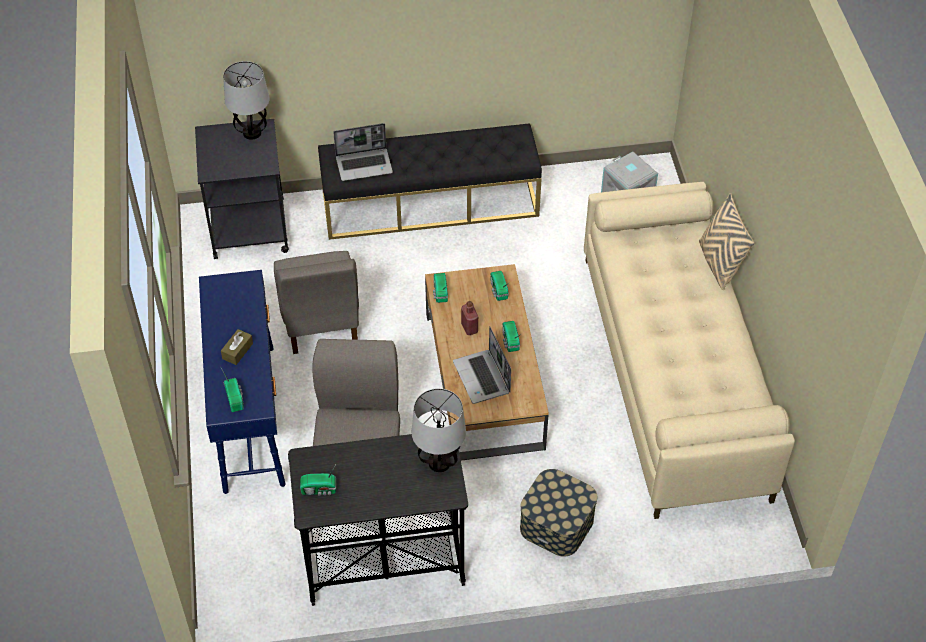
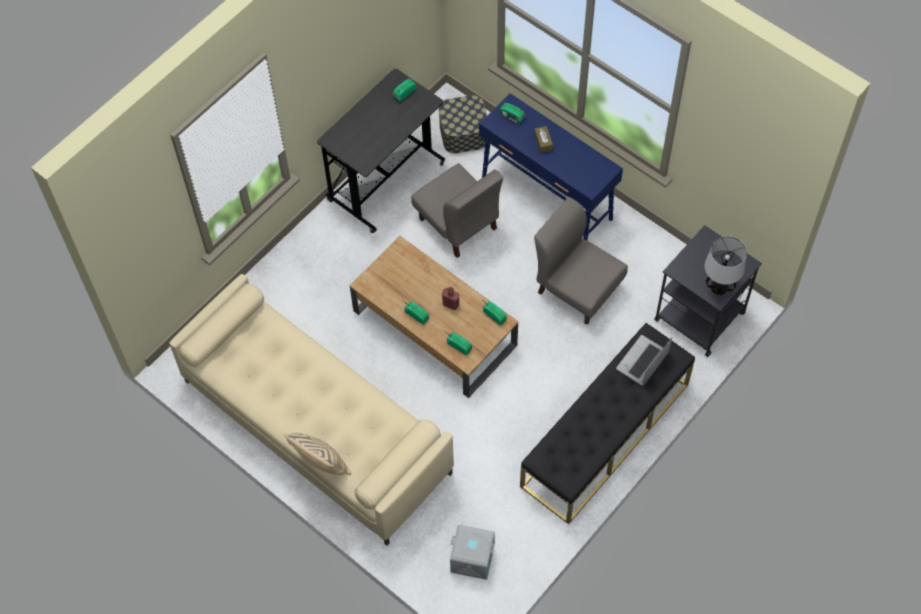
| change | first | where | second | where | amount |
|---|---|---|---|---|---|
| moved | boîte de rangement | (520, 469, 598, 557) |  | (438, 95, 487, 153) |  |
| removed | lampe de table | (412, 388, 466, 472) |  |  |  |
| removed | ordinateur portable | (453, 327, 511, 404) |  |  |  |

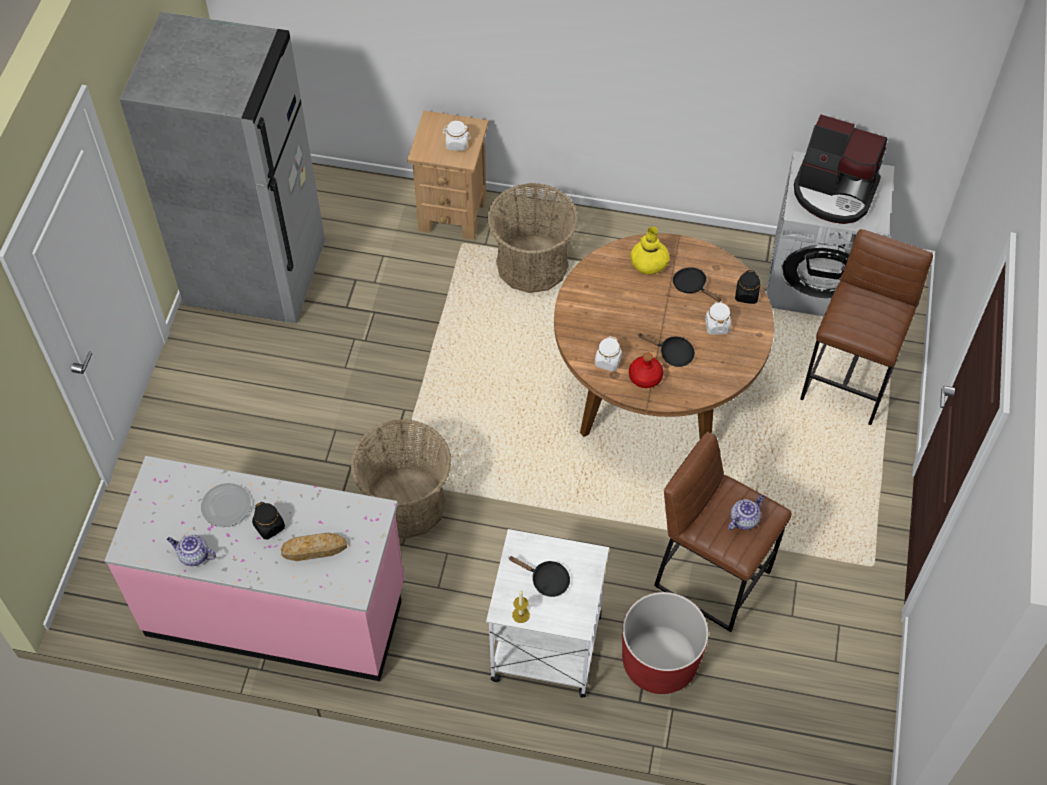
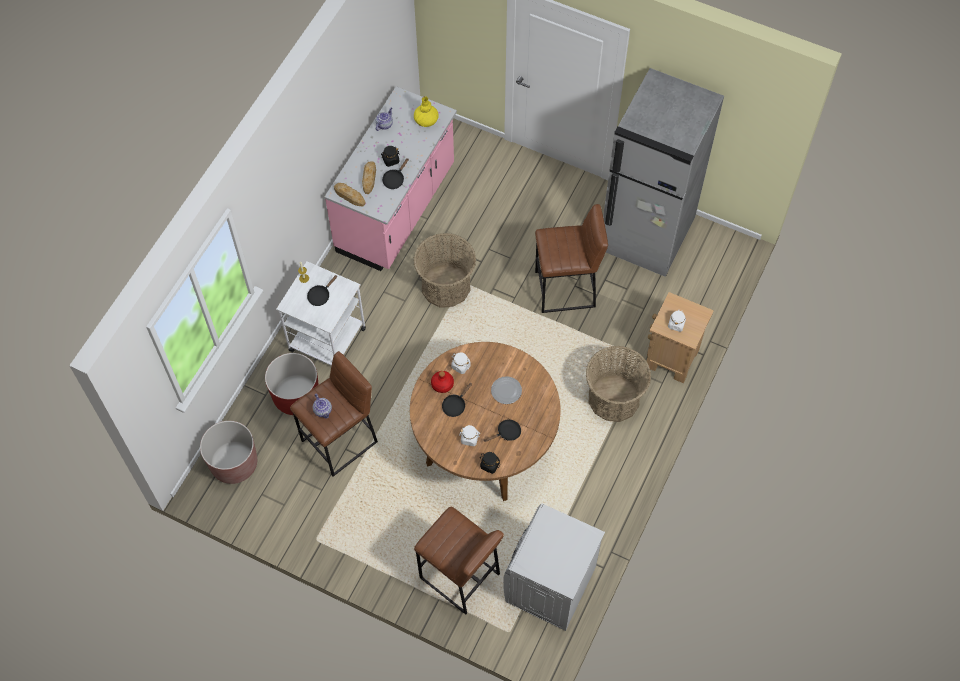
| change | first | where | second | where | amount |
|---|---|---|---|---|---|
| added |  |  | cache-pot (marron) | (200, 421, 257, 484) |  |
| added |  |  | pain | (334, 183, 366, 206) |  |
| added |  |  | poêle (noir) | (382, 158, 409, 189) |  |
| moved | vase (jaune) | (630, 226, 670, 275) |  | (414, 96, 439, 127) |  |
| moved | assiette | (201, 483, 251, 527) |  | (491, 376, 522, 404) |  |
| added |  |  | tabouret (marron) | (535, 204, 608, 313) |  |
| removed | machine à café | (794, 115, 887, 224) |  |  |  |

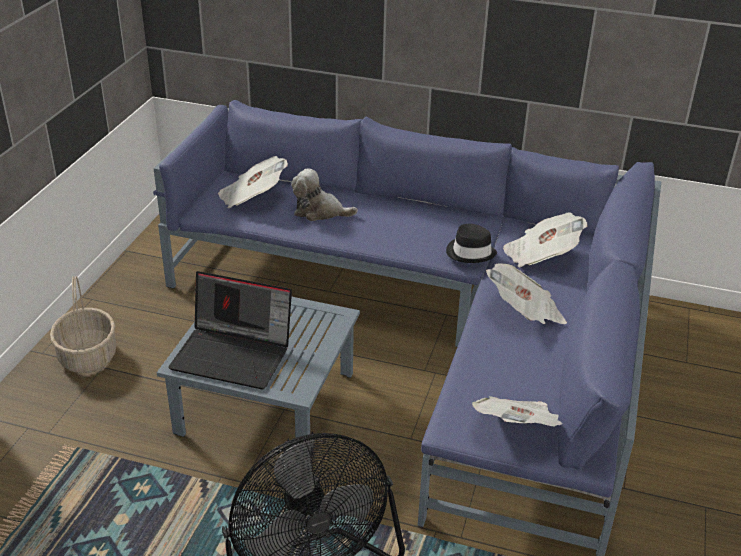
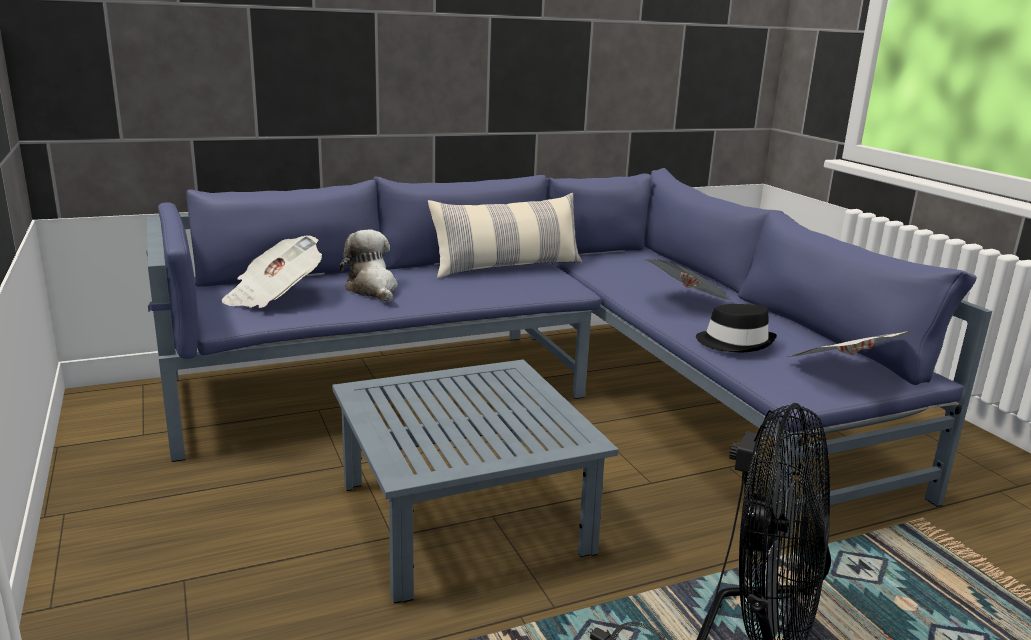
| change | first | where | second | where | amount |
|---|---|---|---|---|---|
| turned | peluche | (291, 168, 358, 221) |  | (339, 230, 397, 302) | 90 degrees clockwise |
| added |  |  | coussin | (428, 193, 582, 278) |  |
| moved | chapeau (noir) | (446, 224, 497, 263) |  | (696, 304, 777, 352) |  |
| removed | panier | (50, 276, 116, 373) |  |  |  |
| removed | ordinateur portable | (168, 271, 292, 390) |  |  |  |
| removed | journal | (503, 212, 588, 268) |  |  |  |

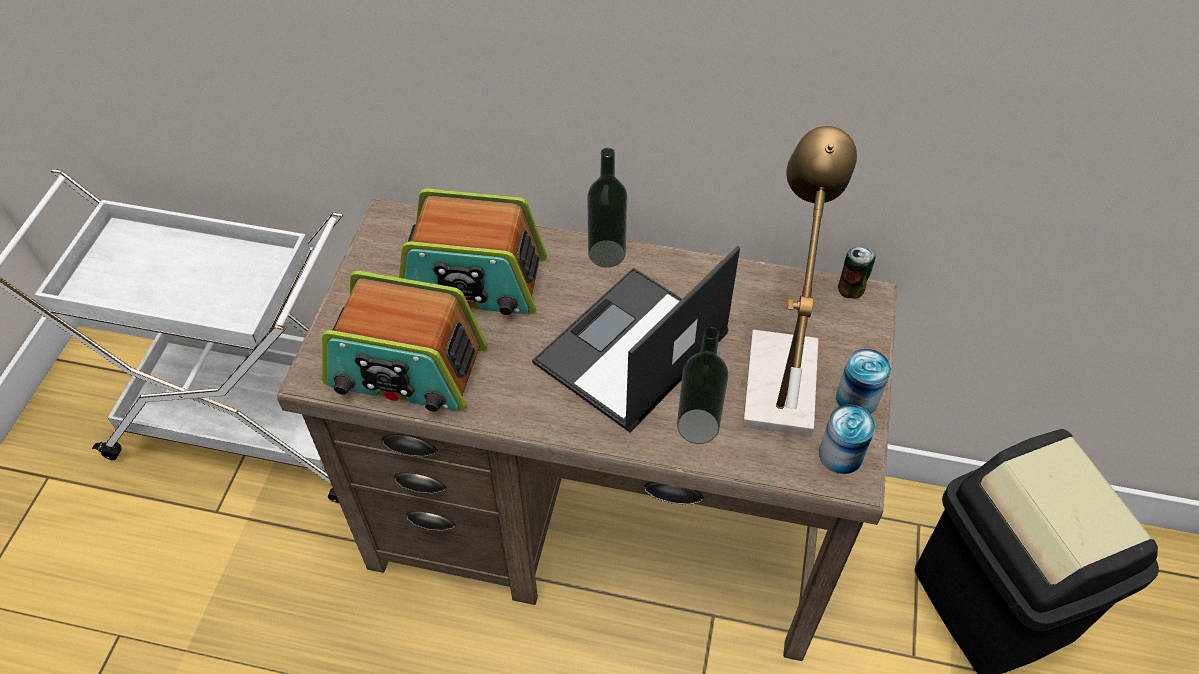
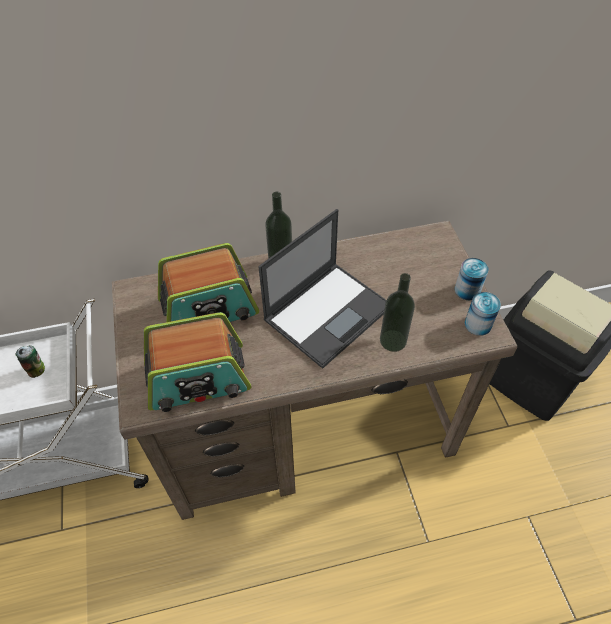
| change | first | where | second | where | amount |
|---|---|---|---|---|---|
| moved | boîte métallique | (838, 247, 876, 298) |  | (16, 345, 45, 378) |  |
| turned | ordinateur portable | (532, 246, 740, 433) |  | (258, 209, 386, 369) | 150 degrees counterclockwise |
| removed | lampe de table | (743, 126, 857, 436) |  |  |  |

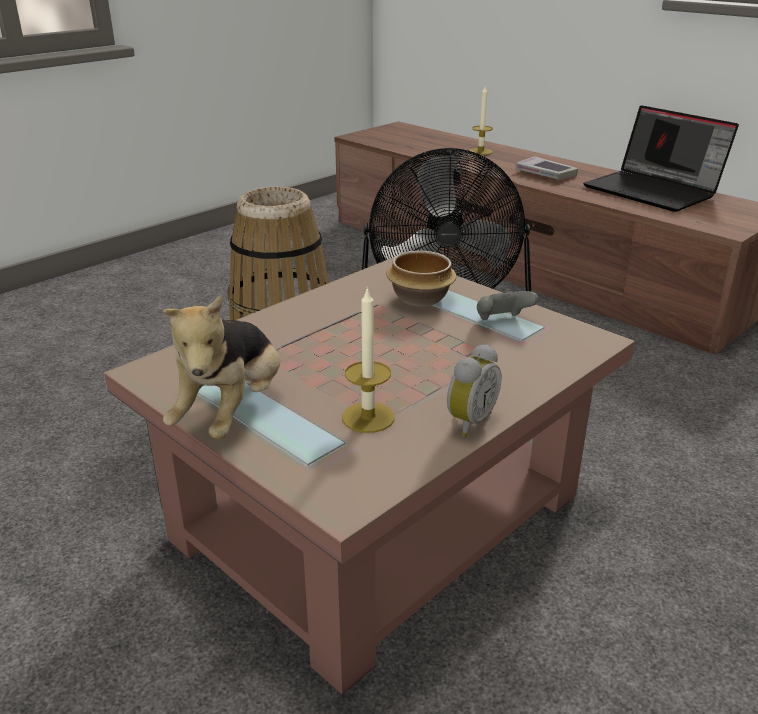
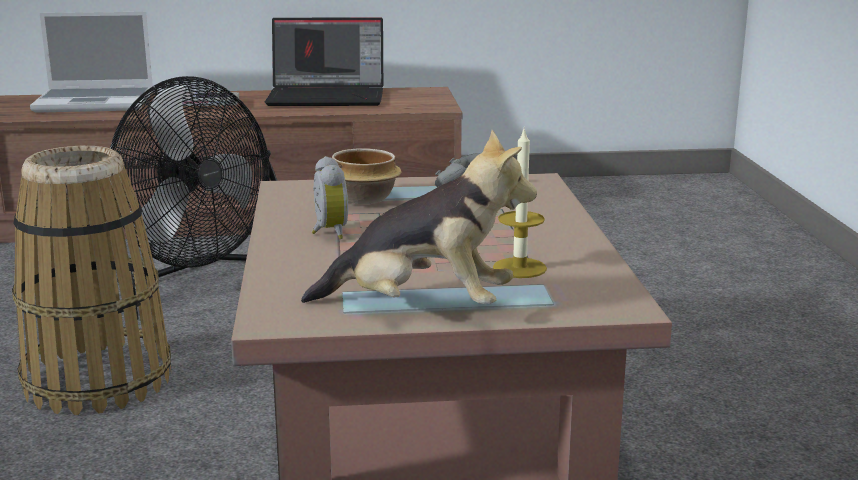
| change | first | where | second | where | amount |
|---|---|---|---|---|---|
| replaced | bougie | (469, 86, 493, 155) | ordinateur portable | (30, 12, 153, 113) |  |
| turned | peluche | (163, 295, 280, 439) |  | (301, 130, 537, 305) | 45 degrees counterclockwise |
| moved | réveil | (447, 344, 501, 437) |  | (311, 156, 348, 239) |  |

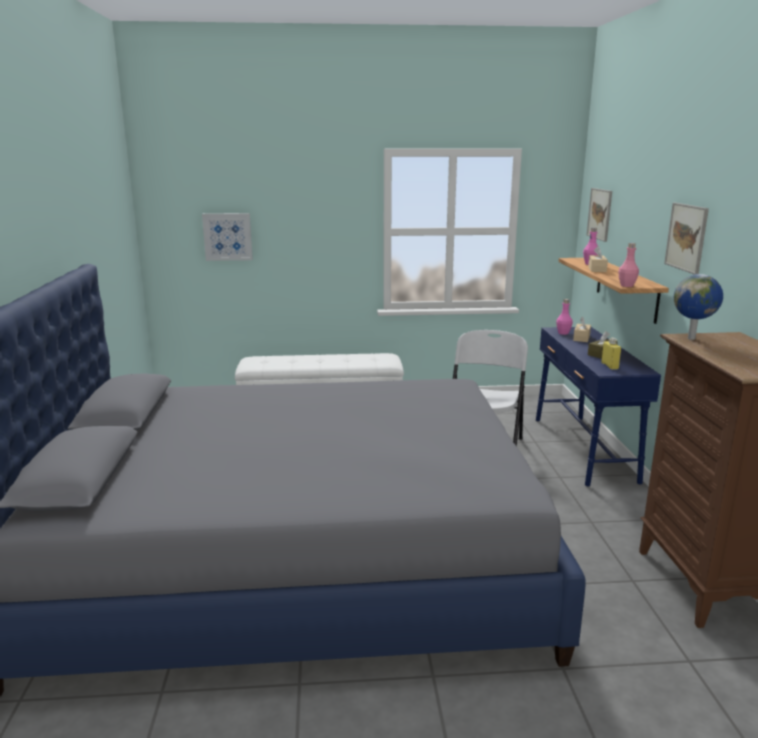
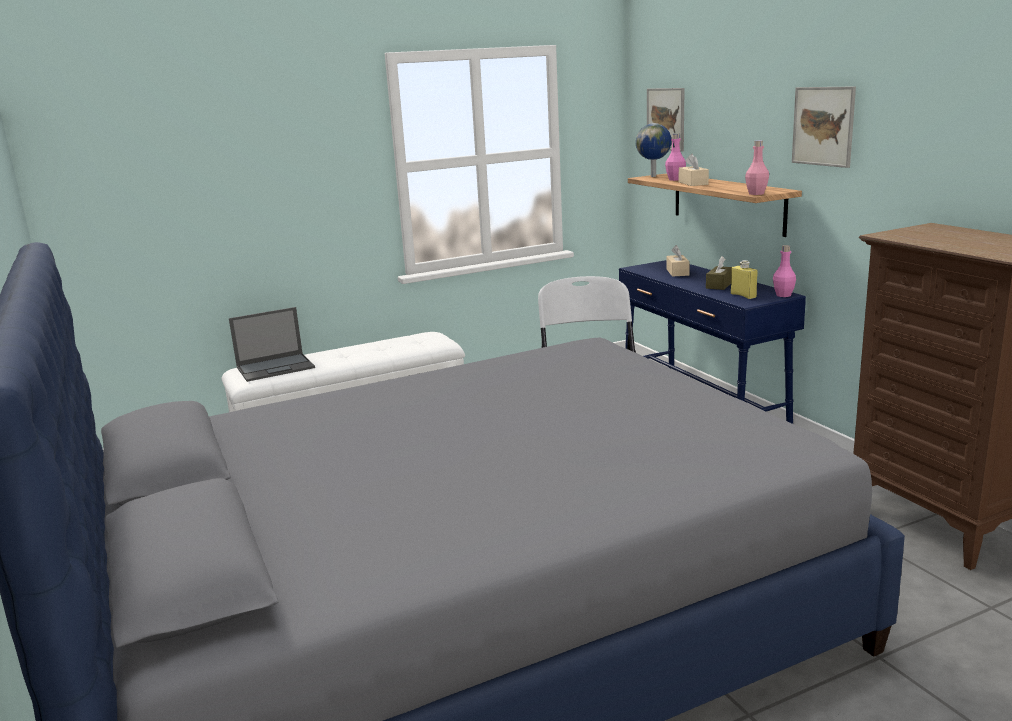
| change | first | where | second | where | amount |
|---|---|---|---|---|---|
| added |  |  | ordinateur portable | (229, 307, 315, 382) |  |
| moved | globe | (674, 274, 723, 340) |  | (636, 123, 672, 177) |  |
| moved | bouteille (rose) | (556, 299, 573, 335) |  | (773, 245, 796, 297) |  |
| removed | tableau | (202, 213, 253, 261) |  |  |  |

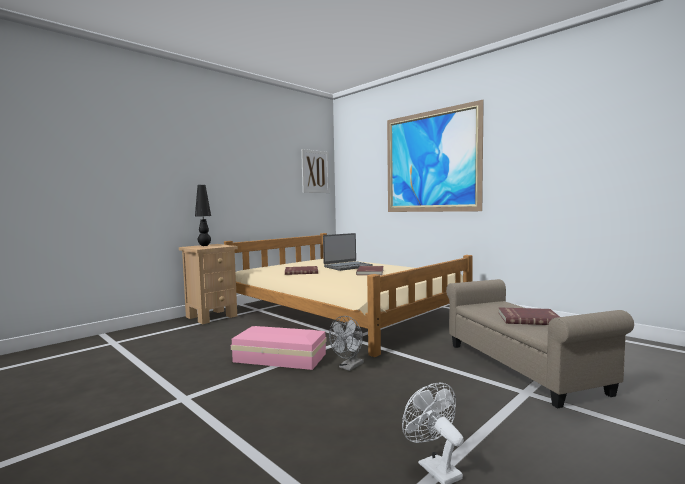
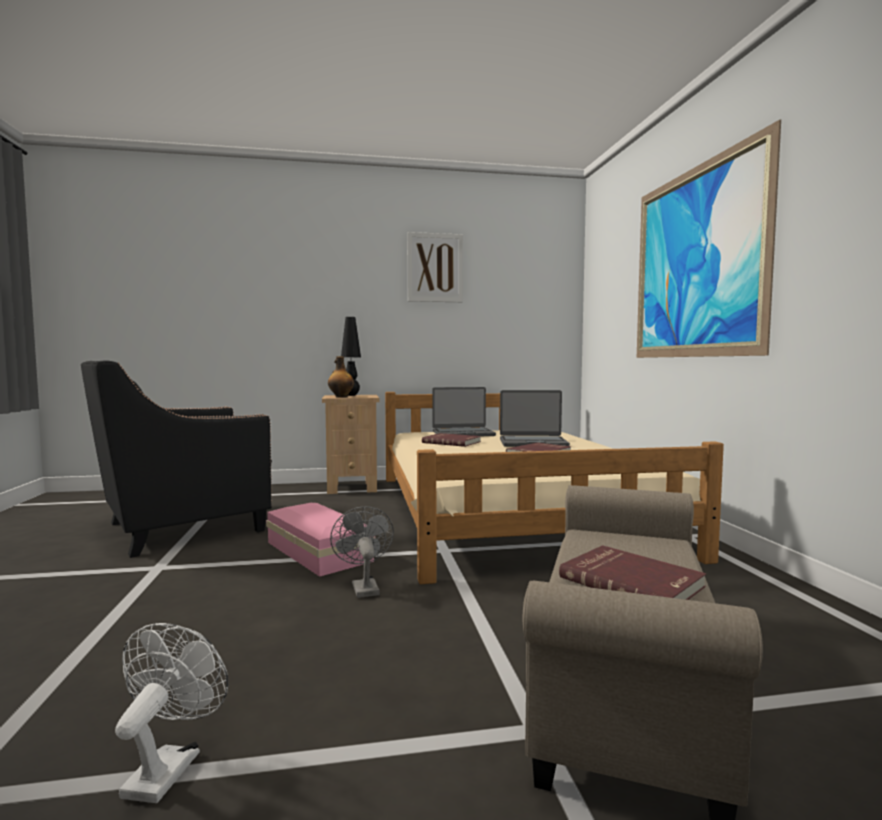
| change | first | where | second | where | amount |
|---|---|---|---|---|---|
| added |  |  | fauteuil (noir) | (81, 360, 272, 558) |  |
| added |  |  | bouteille | (328, 356, 354, 398) |  |
| turned | ventilateur (gris) | (329, 316, 364, 371) |  | (330, 506, 394, 598) | 90 degrees clockwise |
| moved | tableau | (301, 149, 330, 193) |  | (408, 232, 463, 302) |  |
| added |  |  | ordinateur portable | (432, 387, 496, 436) |  |

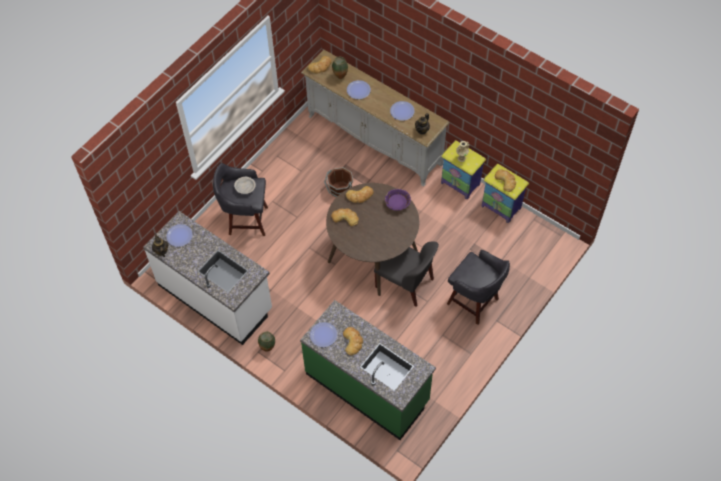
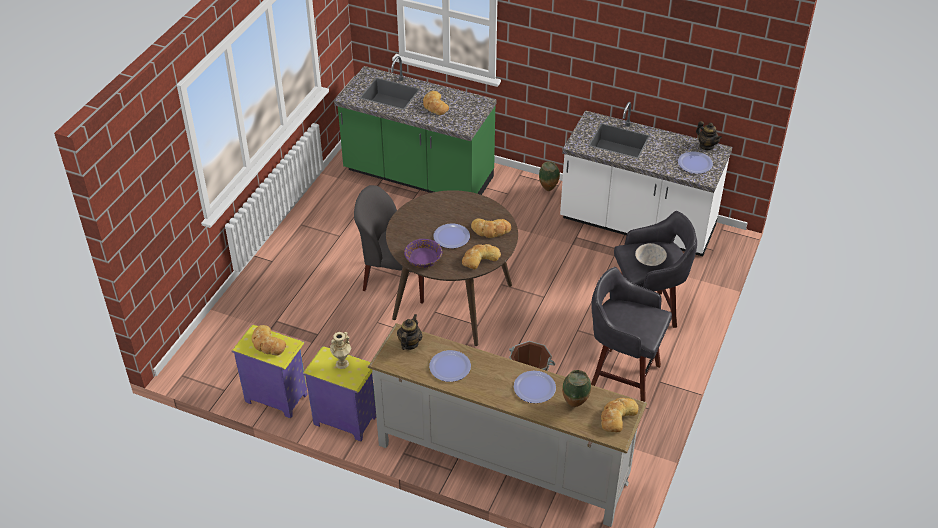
| change | first | where | second | where | amount |
|---|---|---|---|---|---|
| moved | assiette | (310, 322, 338, 347) |  | (433, 223, 470, 248) |  |
| moved | tabouret (gris) | (447, 250, 510, 325) |  | (591, 267, 672, 402) |  |

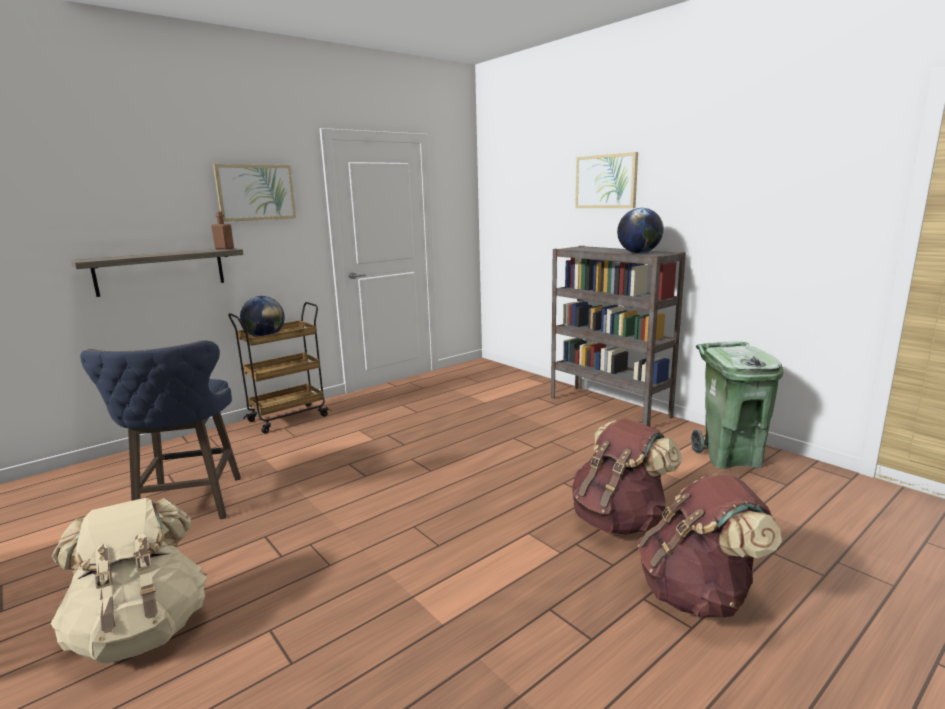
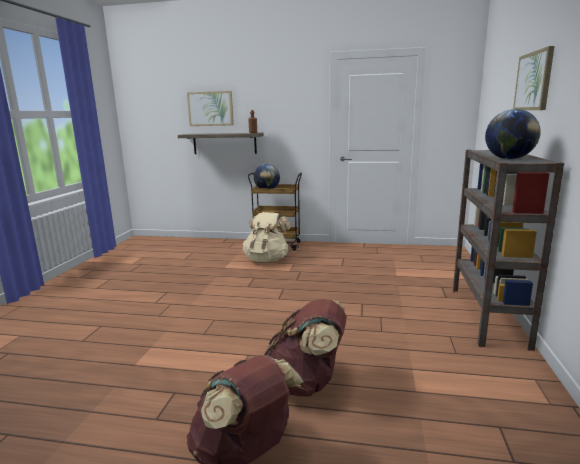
| change | first | where | second | where | amount |
|---|---|---|---|---|---|
| moved | tableau | (213, 164, 296, 222) |  | (187, 91, 234, 126) |  |
| moved | sac à dos (beige) | (51, 498, 207, 664) |  | (243, 212, 291, 263) |  |
| removed | tabouret (bleu) | (80, 340, 241, 519) |  |  |  |
| removed | poubelle (vert) | (691, 341, 783, 469) |  |  |  |

